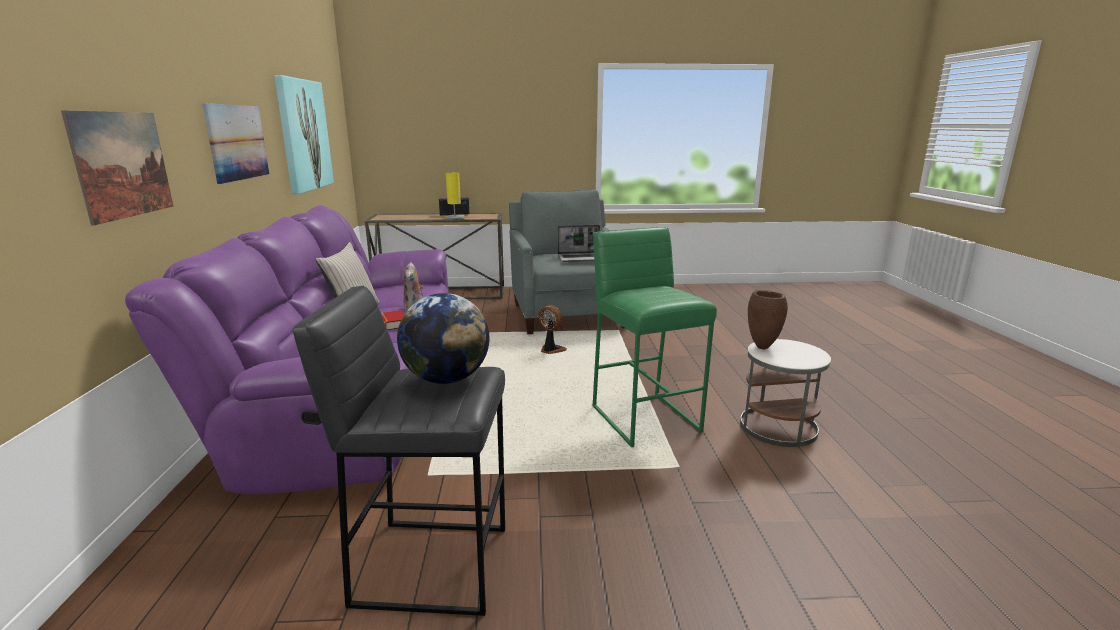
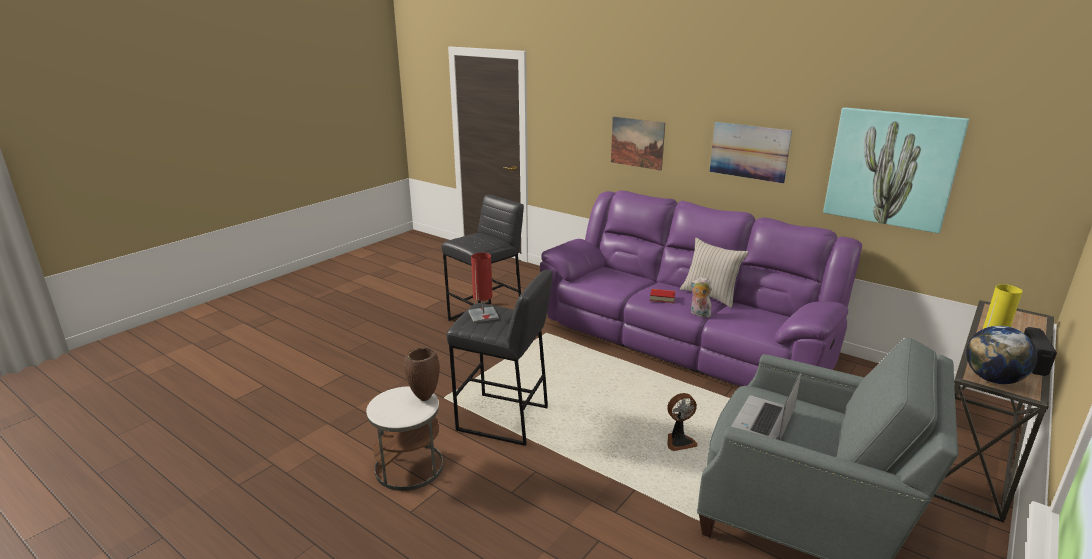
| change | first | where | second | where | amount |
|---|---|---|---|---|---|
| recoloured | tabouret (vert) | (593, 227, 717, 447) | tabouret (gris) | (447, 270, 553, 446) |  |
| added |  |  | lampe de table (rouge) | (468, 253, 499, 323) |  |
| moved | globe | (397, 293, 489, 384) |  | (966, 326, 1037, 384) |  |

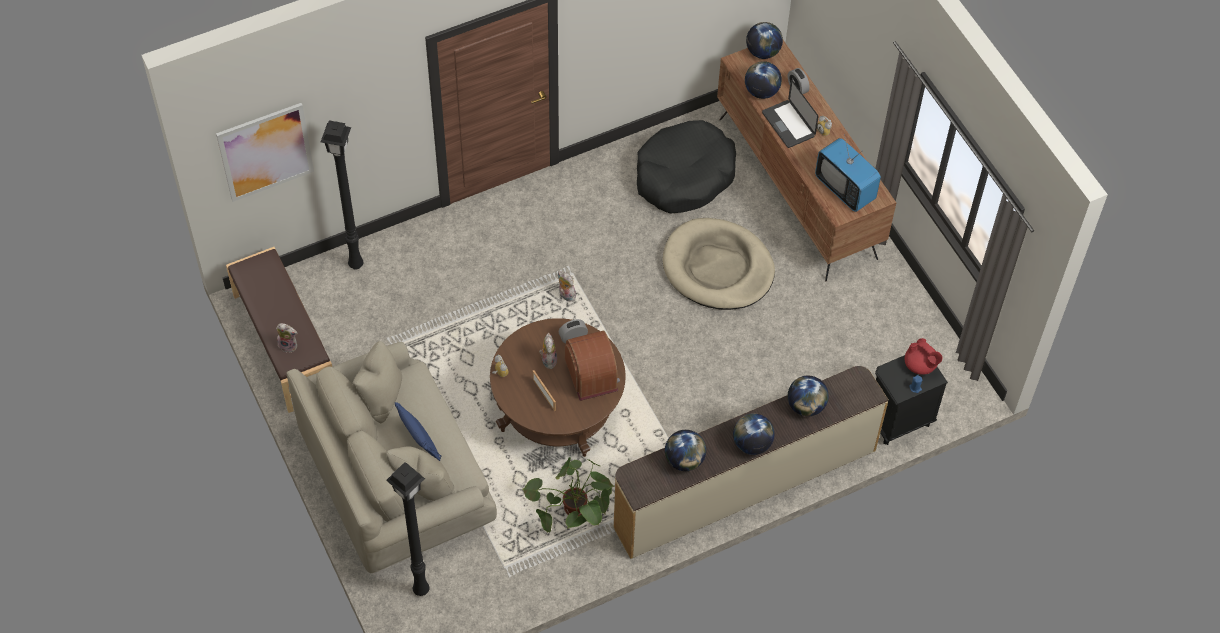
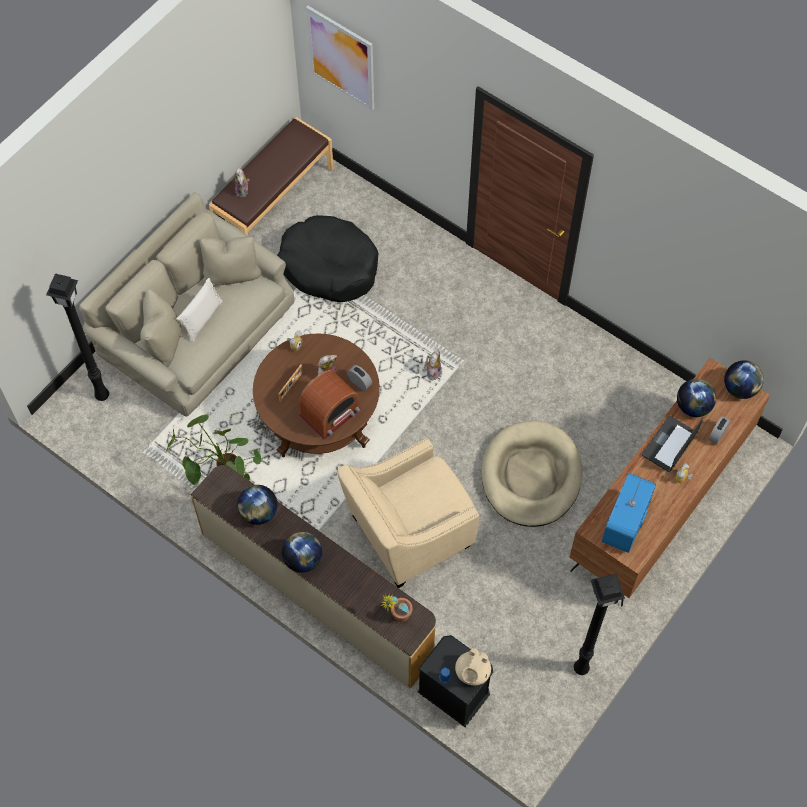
| change | first | where | second | where | amount |
|---|---|---|---|---|---|
| recoloured | coussin (bleu) | (395, 402, 441, 461) | coussin (blanc) | (176, 278, 223, 342) |  |
| moved | panier pour chien (noir) | (637, 120, 736, 213) |  | (277, 215, 378, 302) |  |
| added |  |  | fauteuil (beige) | (337, 438, 479, 588) |  |
| added |  |  | plante en pot | (381, 594, 413, 622) |  |
| recoloured | théière (rouge) | (905, 338, 942, 375) | théière (beige) | (455, 648, 491, 686) |  |
| moved | lampadaire (noir) | (321, 120, 363, 270) |  | (574, 574, 625, 675) |  |
| removed | globe | (788, 376, 829, 416) |  |  |  |

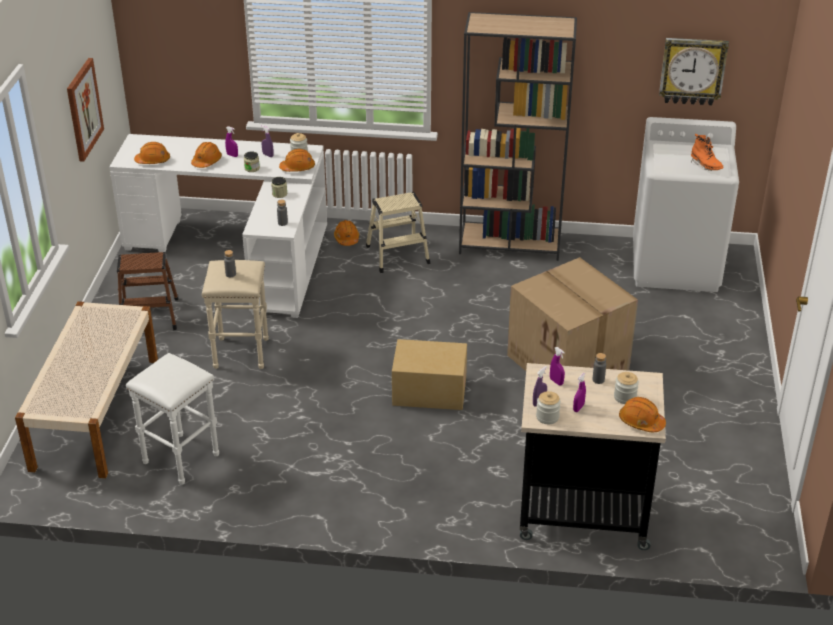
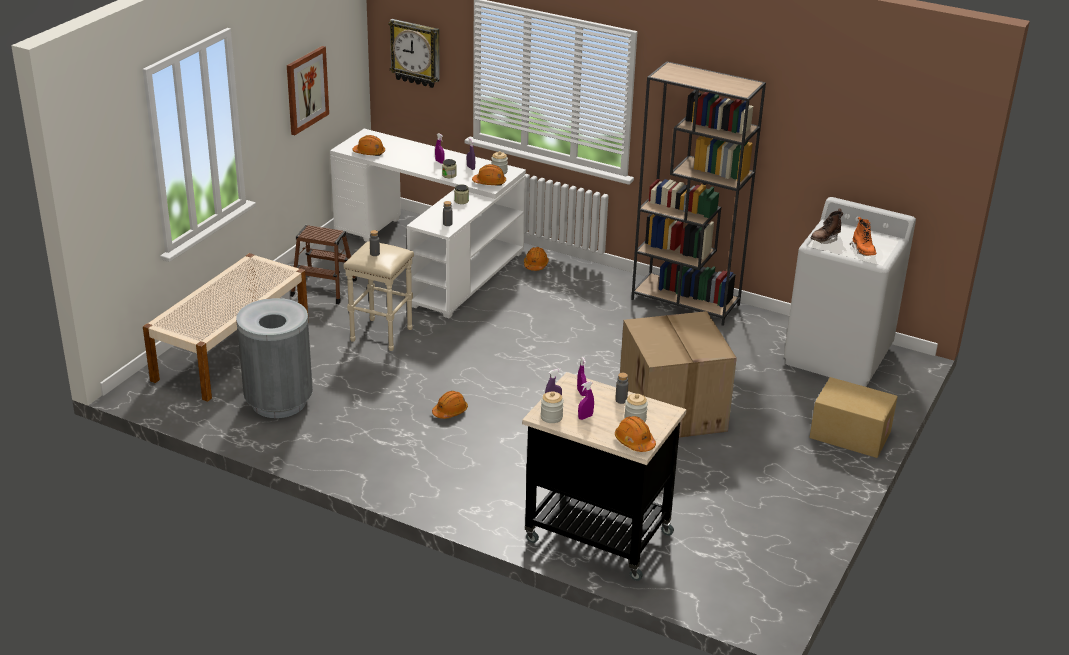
| change | first | where | second | where | amount |
|---|---|---|---|---|---|
| replaced | tabouret (blanc) | (126, 353, 219, 485) | poubelle (gris) | (236, 298, 313, 418) |  |
| moved | horloge murale | (659, 38, 729, 105) |  | (388, 19, 440, 88) |  |
| moved | casque de chantier (orange) | (191, 142, 222, 168) |  | (432, 391, 468, 419) |  |
| moved | carton | (392, 339, 467, 410) |  | (809, 377, 898, 458) |  |
| added |  |  | botte (marron) | (810, 209, 843, 244) |  |
| removed | escabeau (beige) | (366, 192, 430, 273) |  |  |  |

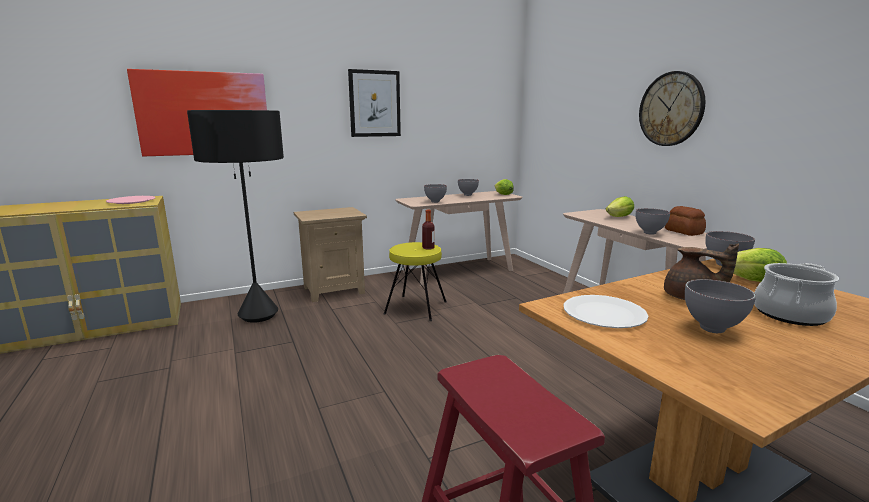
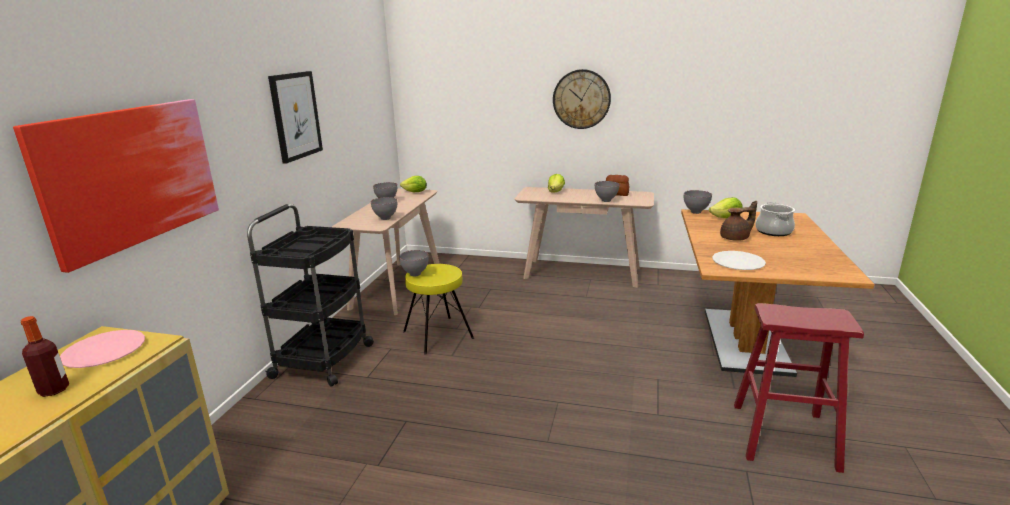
| change | first | where | second | where | amount |
|---|---|---|---|---|---|
| moved | bouteille | (422, 210, 435, 250) |  | (21, 316, 69, 397) |  |
| replaced | table de chevet (beige) | (294, 207, 367, 302) | chariot (noir) | (247, 204, 374, 387) |  |
| moved | bol (gris) | (685, 279, 756, 333) |  | (399, 250, 429, 276) |  |
| removed | lampadaire (noir) | (187, 110, 284, 323) |  |  |  |

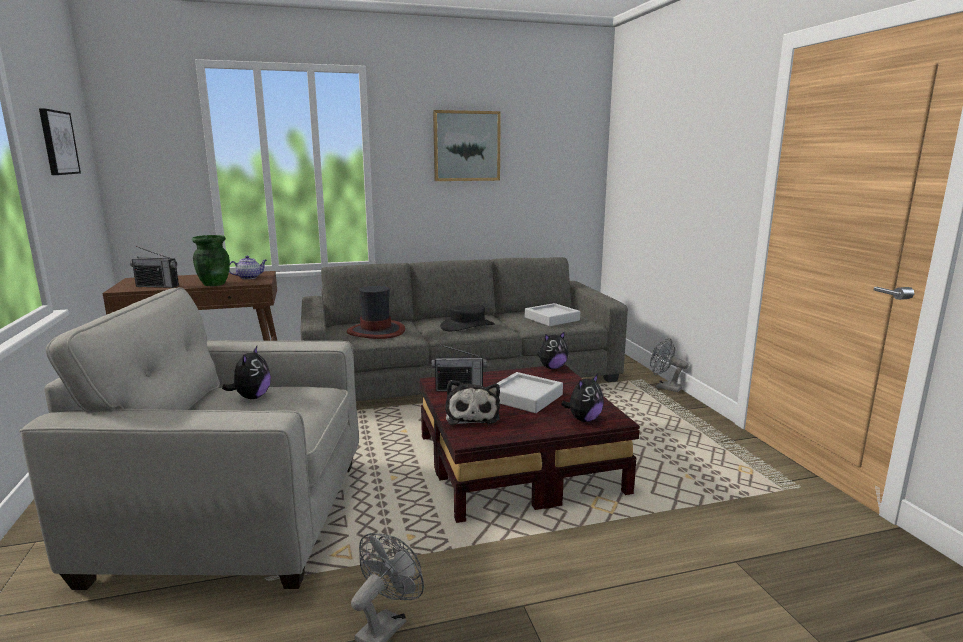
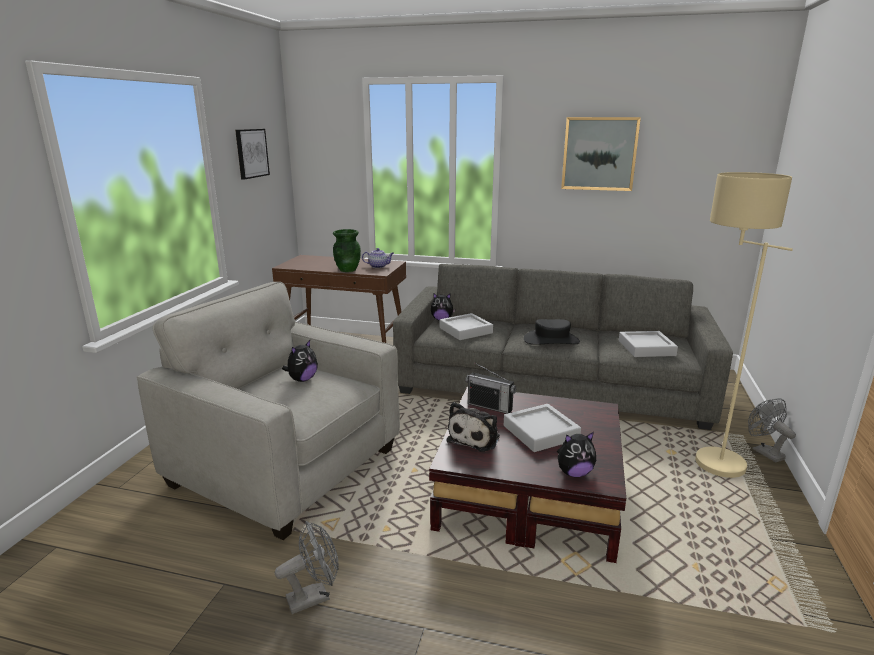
| change | first | where | second | where | amount |
|---|---|---|---|---|---|
| moved | peluche | (537, 331, 568, 369) |  | (431, 293, 455, 321) |  |
| replaced | chapeau | (347, 286, 405, 339) | plateau (gris) | (440, 313, 493, 340) |  |
| added |  |  | lampadaire (beige) | (695, 172, 793, 478) |  |
| removed | radio | (130, 246, 179, 288) |  |  |  |

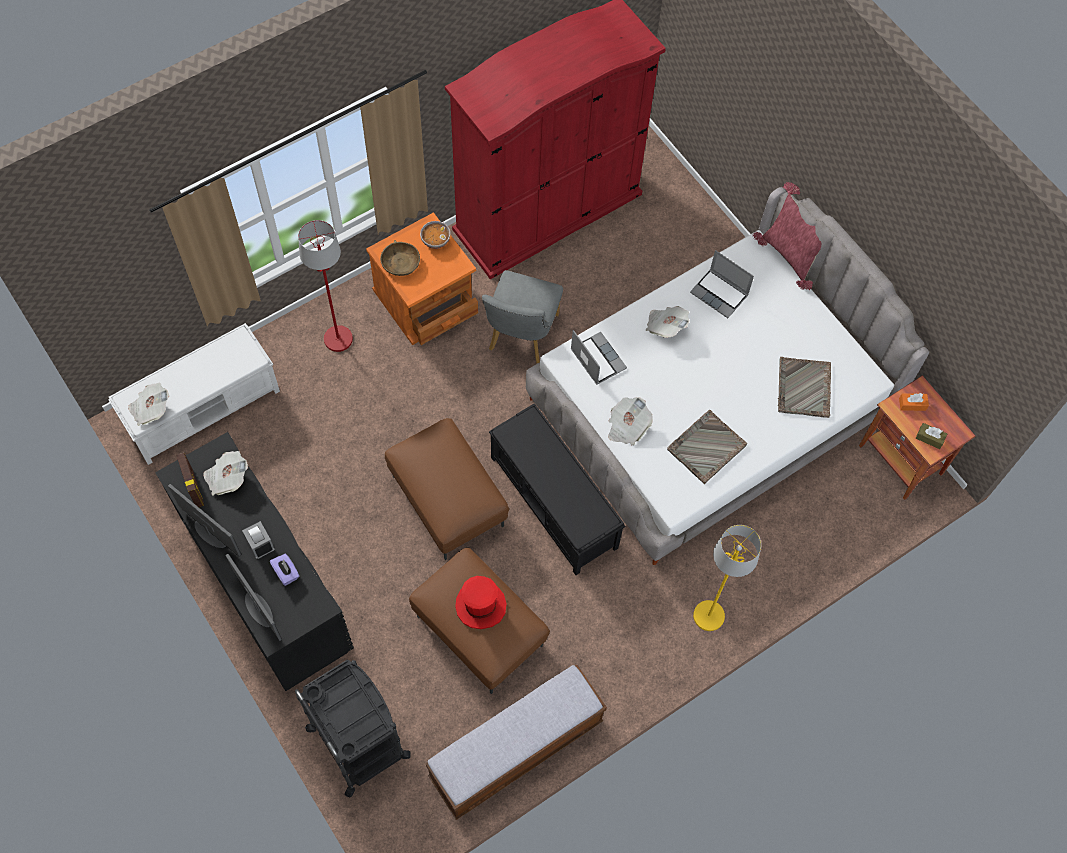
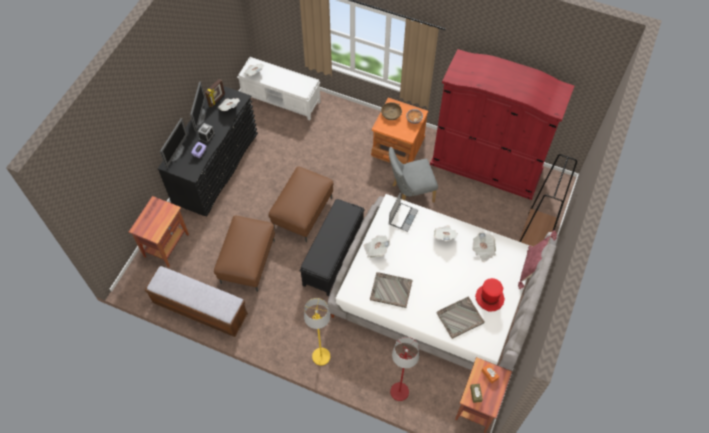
| change | first | where | second | where | amount |
|---|---|---|---|---|---|
| replaced | chariot (noir) | (295, 660, 411, 798) | table de chevet | (128, 196, 189, 267) |  |
| moved | lampadaire (rouge) | (298, 220, 353, 352) |  | (390, 337, 419, 401) |  |
| replaced | ordinateur portable | (690, 250, 754, 318) | journal | (472, 232, 496, 262) |  |
| moved | chapeau (rouge) | (455, 576, 507, 629) |  | (475, 278, 505, 311) |  |
| added |  |  | portant | (519, 154, 577, 247) |  |

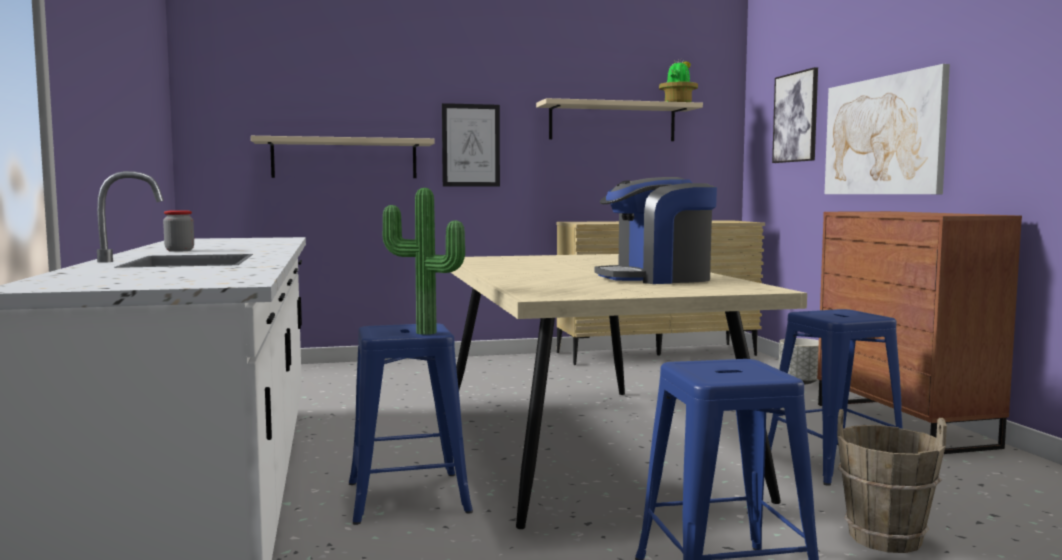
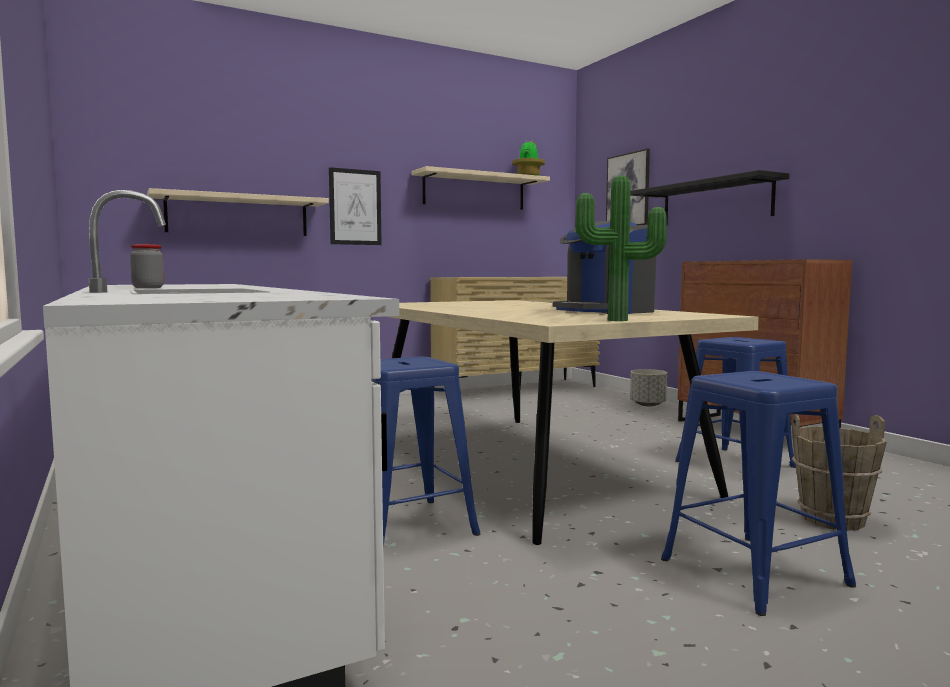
| change | first | where | second | where | amount |
|---|---|---|---|---|---|
| moved | plante en pot | (383, 188, 465, 335) |  | (575, 175, 667, 321) |  |
| replaced | tableau | (825, 64, 950, 194) | étagère (noir) | (630, 170, 789, 223) |  |

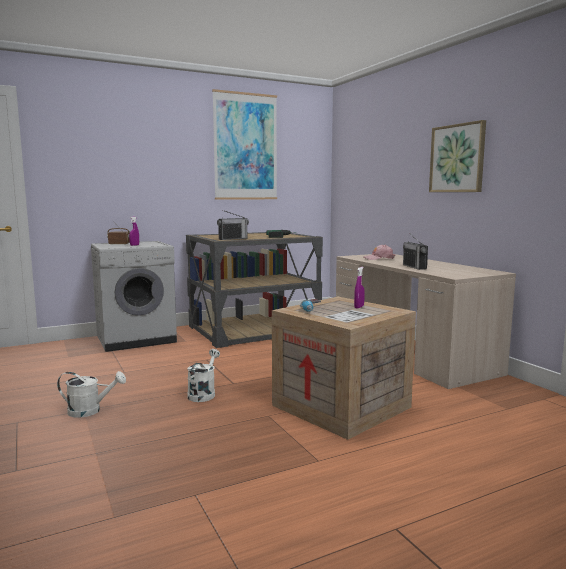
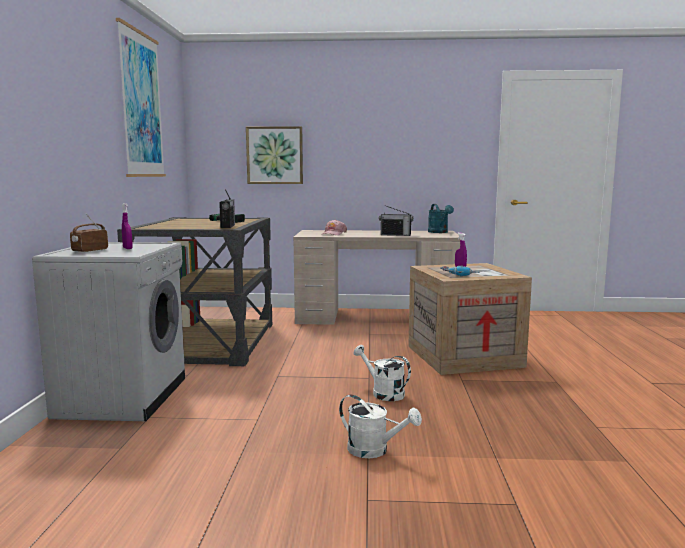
| change | first | where | second | where | amount |
|---|---|---|---|---|---|
| moved | tableau | (429, 120, 486, 192) |  | (246, 126, 303, 184) |  |
| turned | arrosoir (blanc) | (57, 371, 126, 418) |  | (339, 395, 422, 458) | 90 degrees clockwise |
| added |  |  | arrosoir (turquoise) | (428, 204, 454, 233) |  |

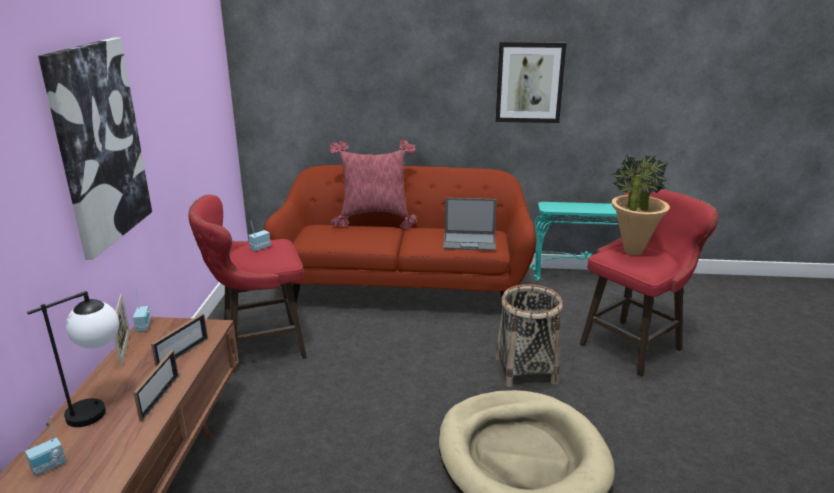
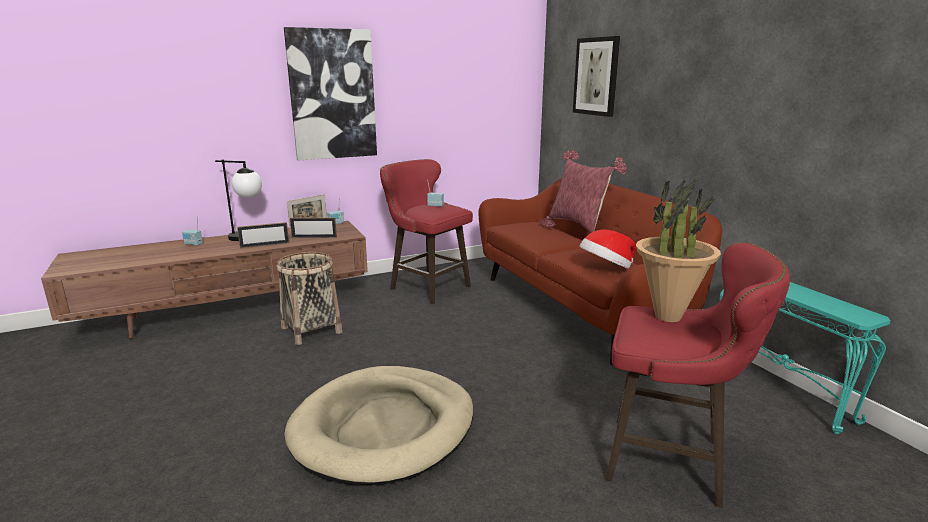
| change | first | where | second | where | amount |
|---|---|---|---|---|---|
| moved | panier | (496, 284, 563, 387) |  | (277, 252, 342, 345) |  |
| moved | tableau | (495, 42, 567, 123) |  | (573, 36, 620, 117) |  |
| replaced | ordinateur portable | (443, 198, 497, 251) | chapeau | (579, 230, 636, 269) |  |

